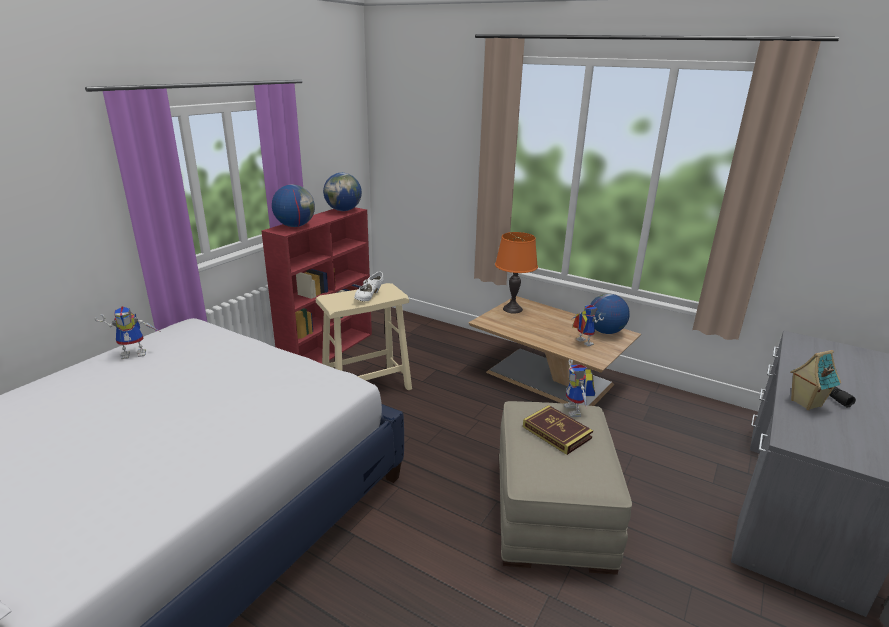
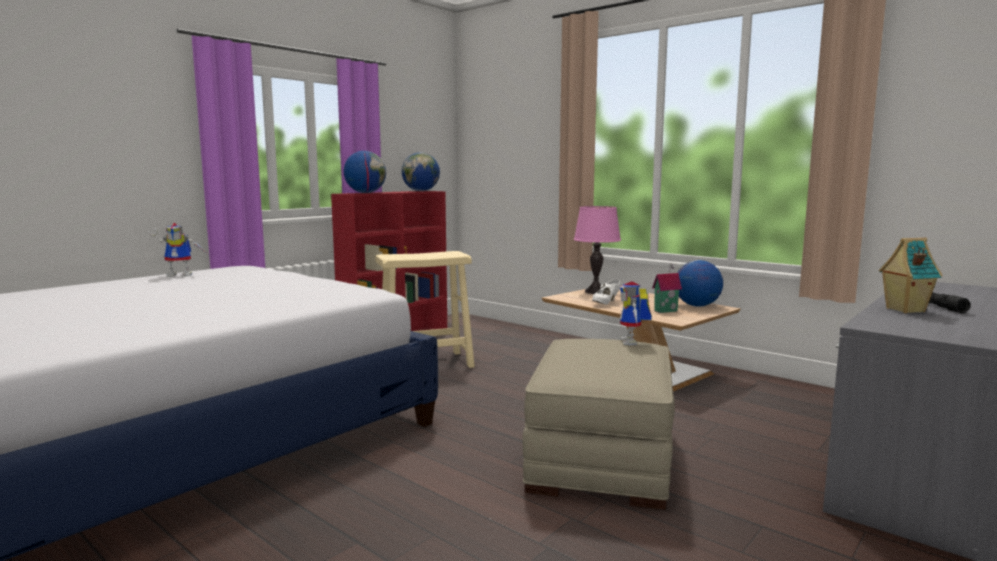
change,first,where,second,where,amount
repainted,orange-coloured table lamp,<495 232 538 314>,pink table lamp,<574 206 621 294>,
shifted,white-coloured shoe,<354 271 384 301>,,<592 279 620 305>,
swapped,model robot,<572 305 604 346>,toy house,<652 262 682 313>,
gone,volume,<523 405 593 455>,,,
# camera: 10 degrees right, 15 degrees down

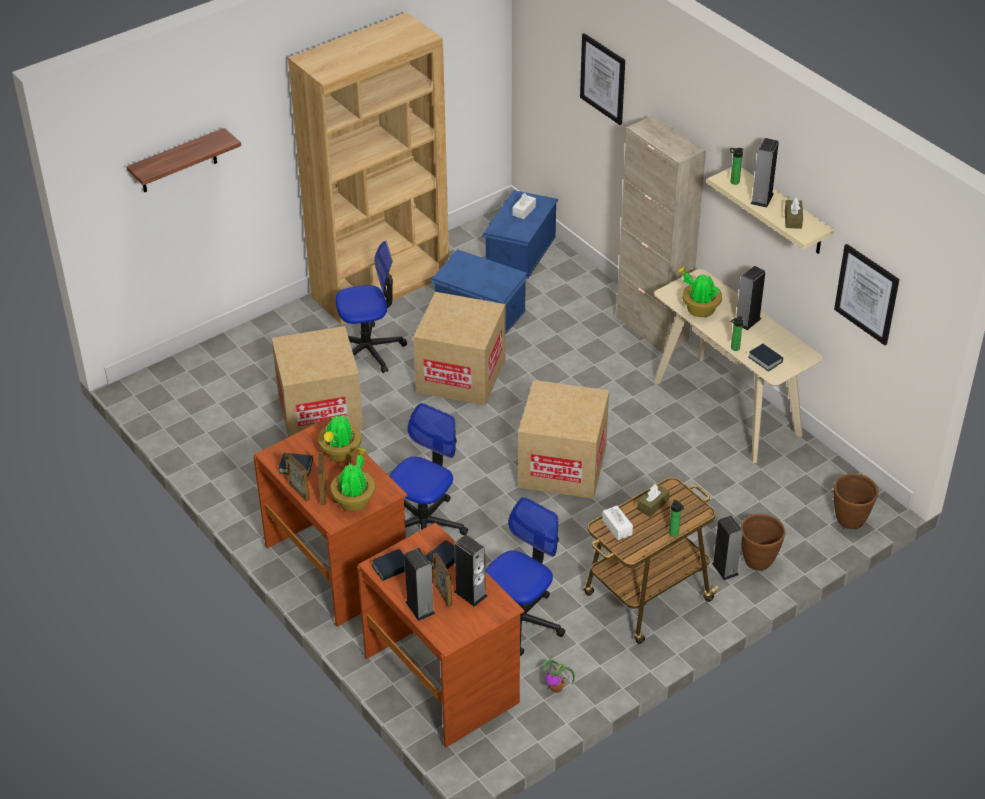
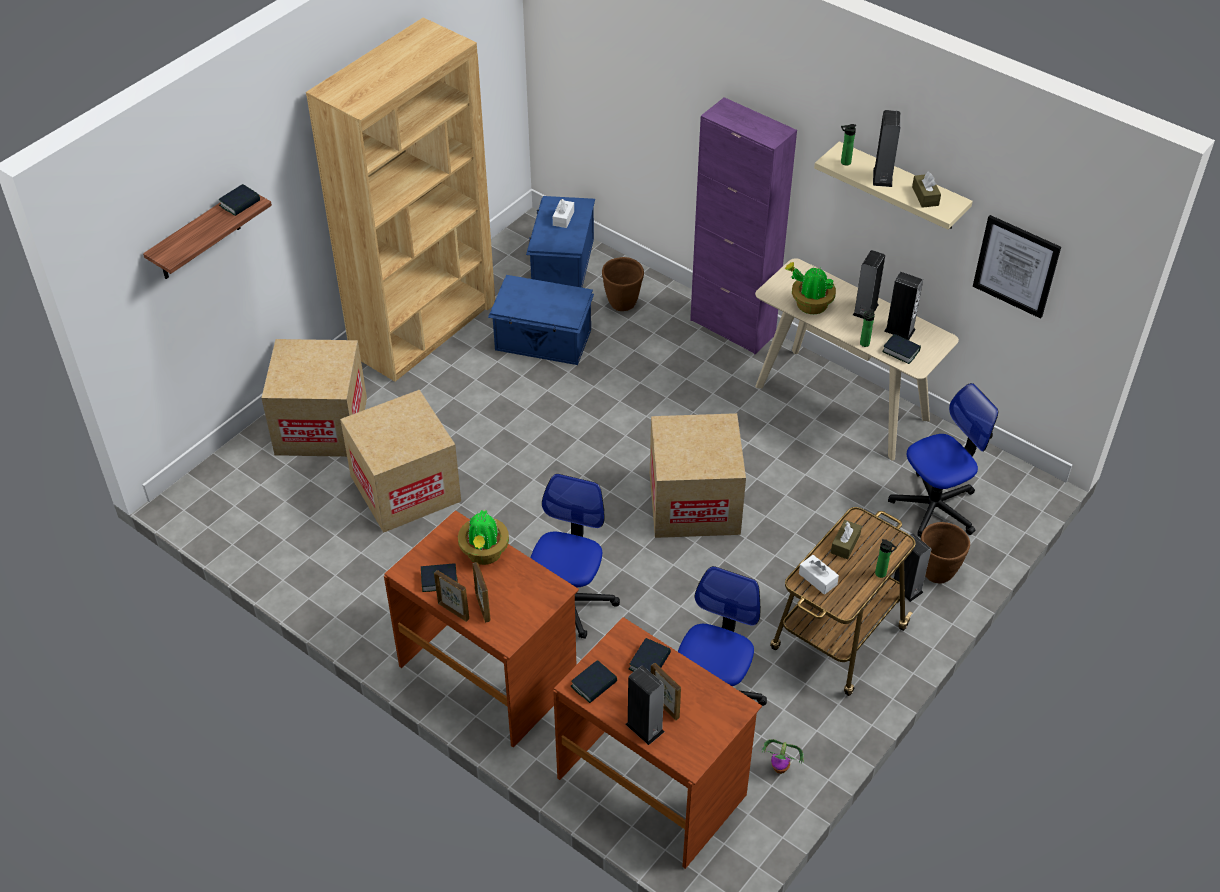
change,first,where,second,where,amount
new,,,volume,<219 184 260 216>,
shifted,cardboard box,<413 292 505 406>,,<262 339 367 457>,
shifted,brownish plant pot,<834 474 878 529>,,<602 257 644 311>,
repainted,beige-coloured cupboard,<616 115 706 353>,purple-coloured cupboard,<690 97 797 354>,
shifted,audio speaker,<454 535 488 607>,,<884 272 923 340>,
shifted,computer chair,<336 241 407 373>,,<888 383 998 538>,
gone,plant in a pot,<330 448 375 512>,,,
gone,wall art,<580 33 625 125>,,,
# camera: 15 degrees left, 5 degrees up

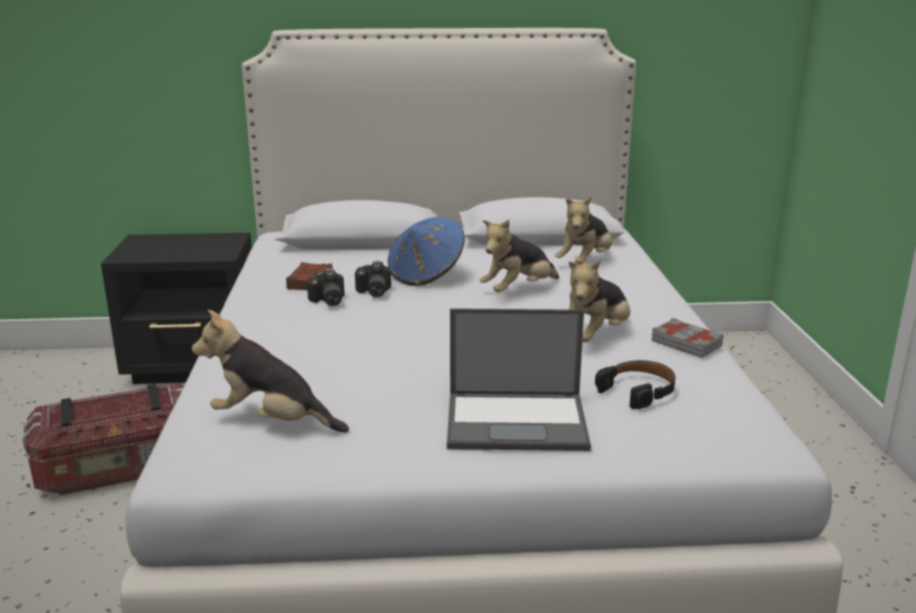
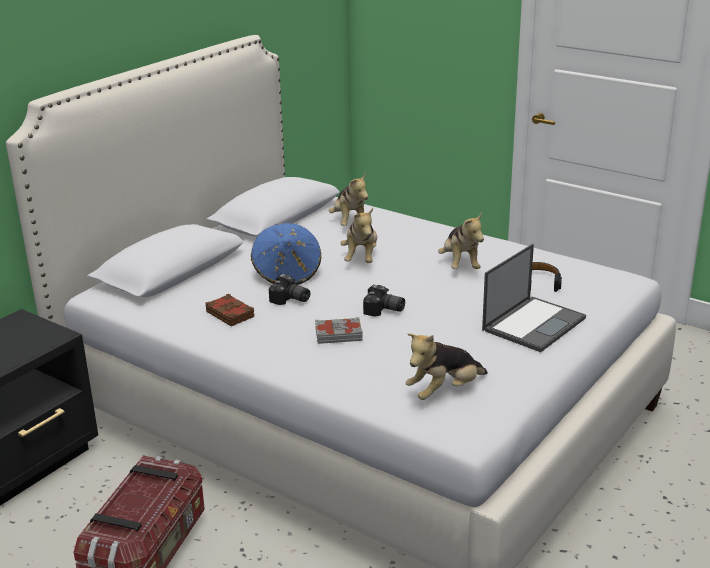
change,first,where,second,where,amount
shifted,gray volume,<652 318 724 358>,,<315 317 363 344>,
shifted,still camera,<307 269 345 306>,,<363 285 405 316>,
# camera: 50 degrees left, 5 degrees up

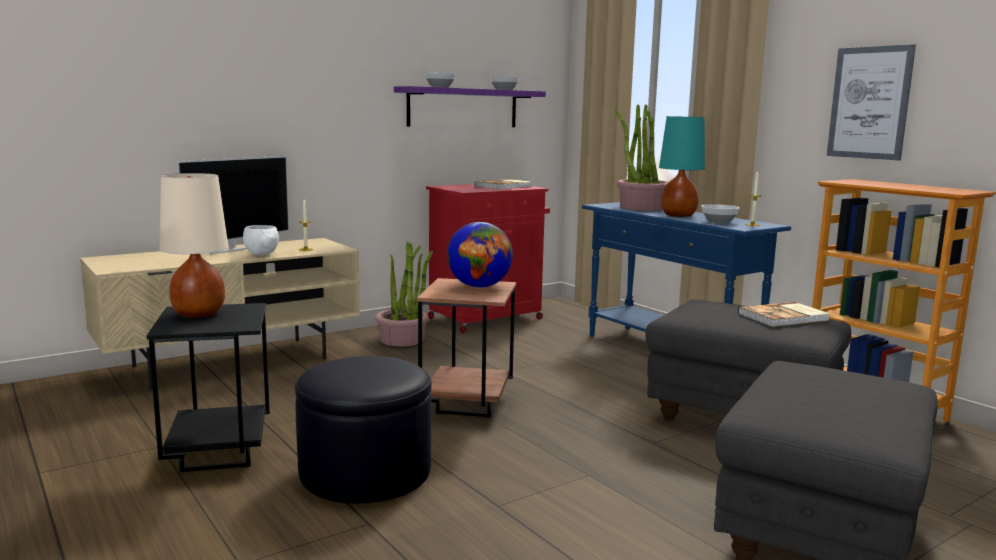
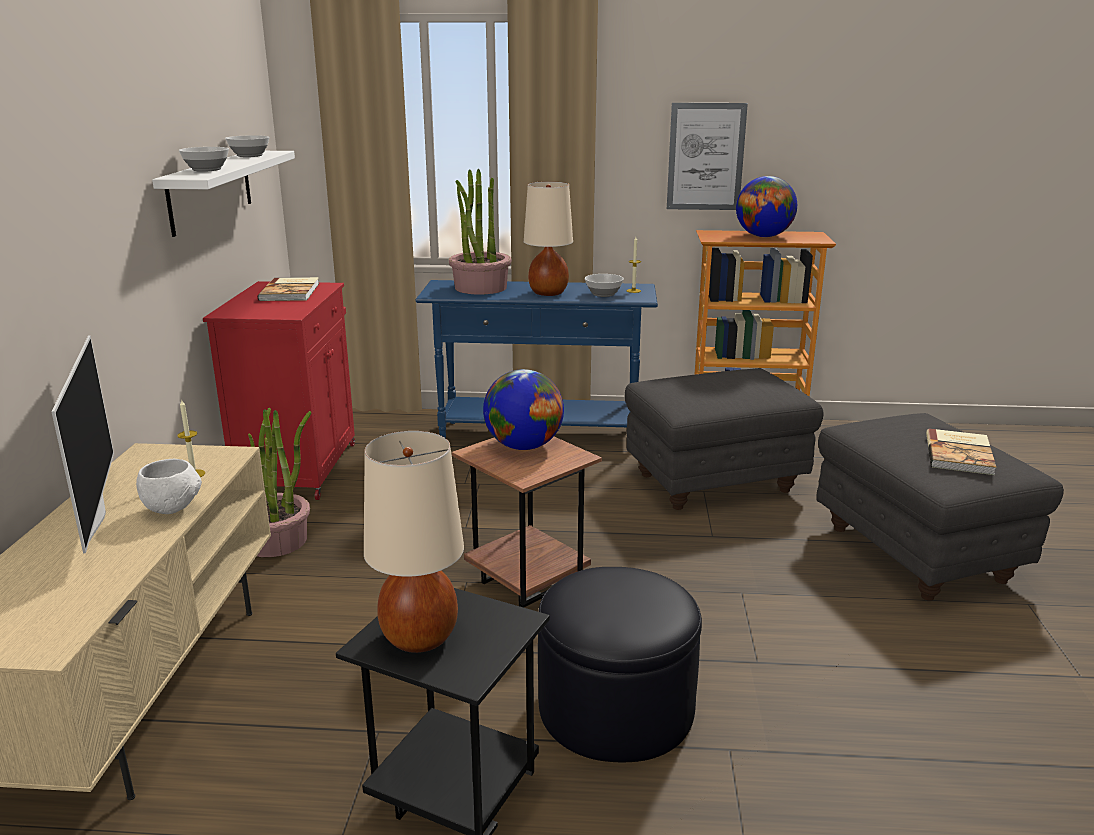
change,first,where,second,where,amount
repainted,purple-coloured wall shelf,<394 86 546 127>,white-coloured wall shelf,<152 151 295 237>,
repainted,turquoise table lamp,<659 116 705 217>,beige-coloured table lamp,<524 181 573 296>,
new,,,world globe,<736 176 797 237>,
shifted,volume,<738 302 830 327>,,<926 429 996 475>,
# camera: 50 degrees left, 10 degrees up

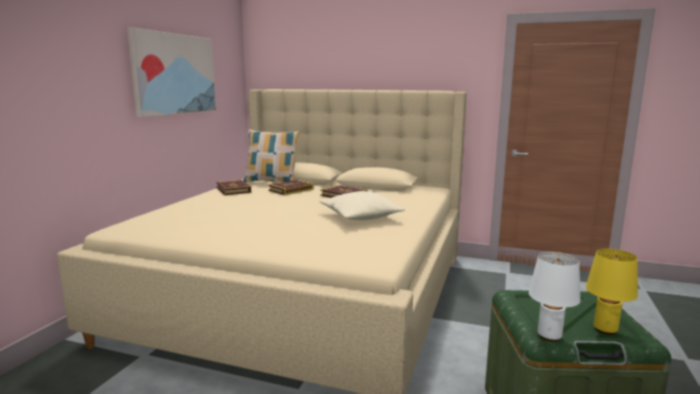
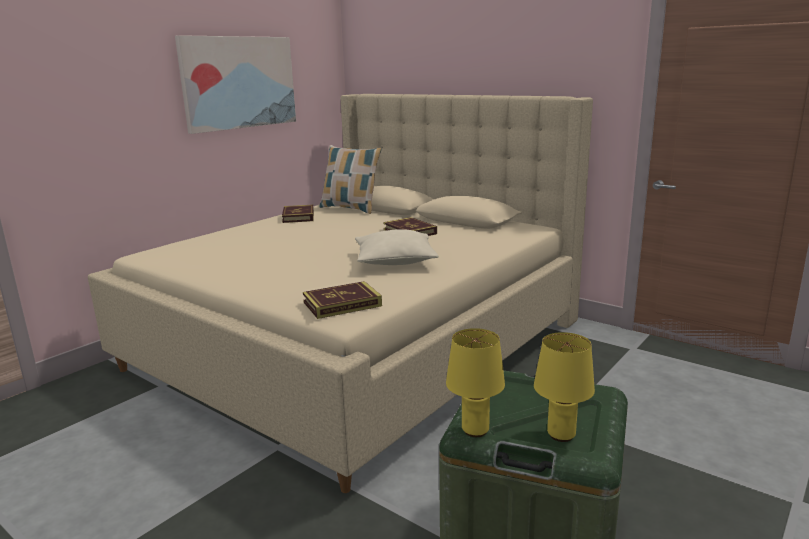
change,first,where,second,where,amount
shifted,volume,<269 180 314 195>,,<303 281 382 319>,
repainted,white-coloured table lamp,<529 252 580 342>,yellow table lamp,<446 328 505 437>,
# camera: 20 degrees right, 5 degrees up

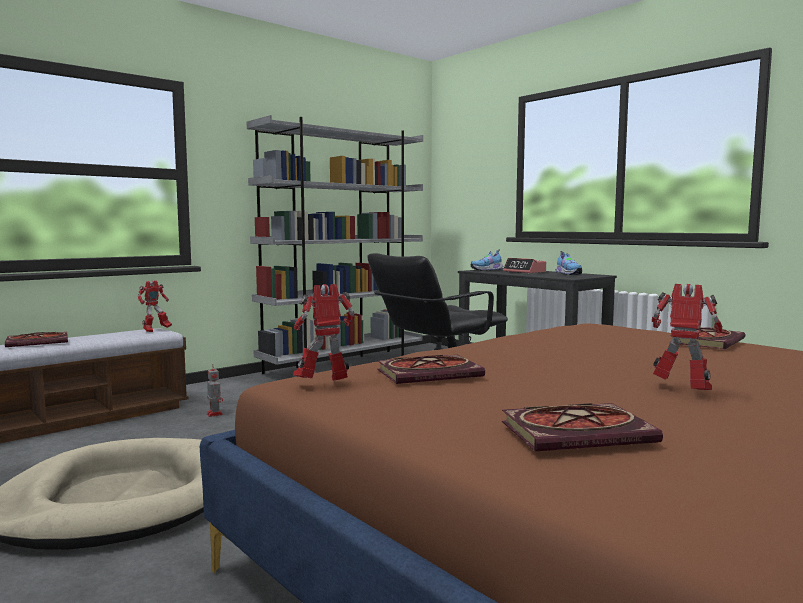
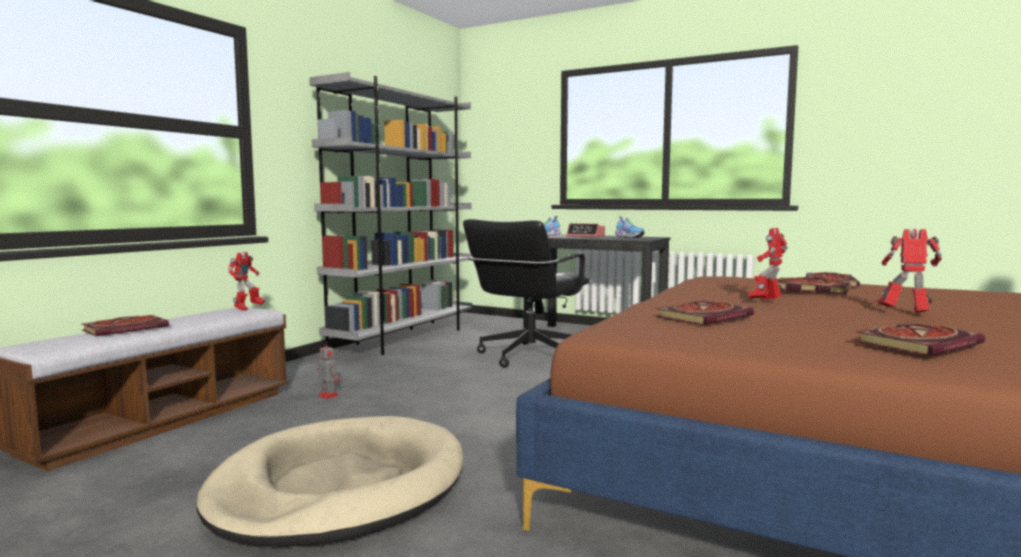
change,first,where,second,where,amount
shifted,model robot,<293 284 355 381>,,<748 228 788 300>,
new,,,volume,<777 277 850 294>,
# camera: 20 degrees left, 0 degrees up

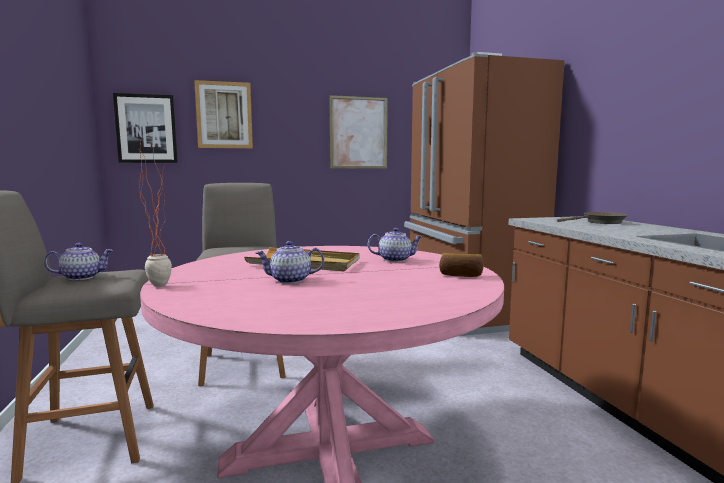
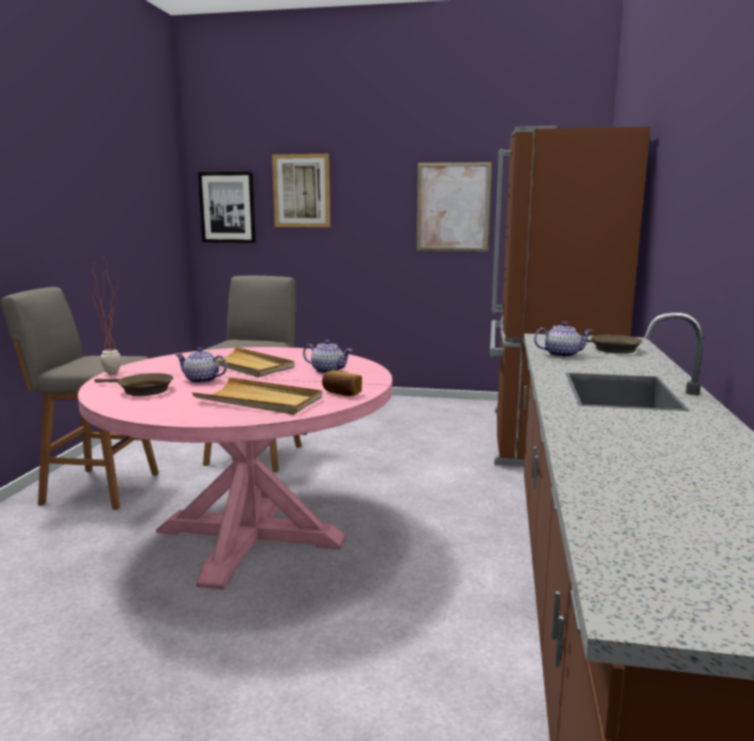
change,first,where,second,where,amount
new,,,brownish skillet,<94 373 174 396>,
new,,,beige-coloured tray,<192 377 322 415>,
shifted,teapot,<44 243 113 280>,,<534 322 593 358>,
# camera: 25 degrees right, 5 degrees up

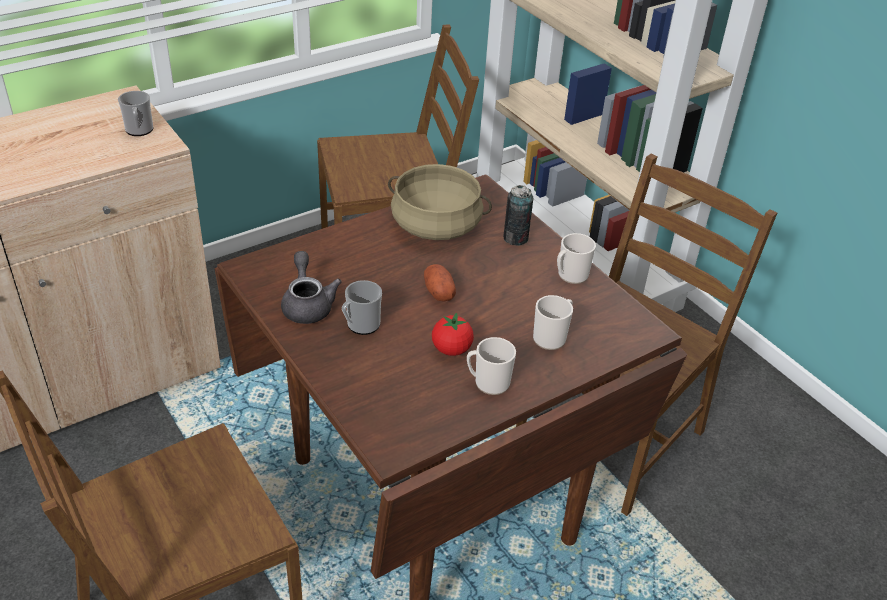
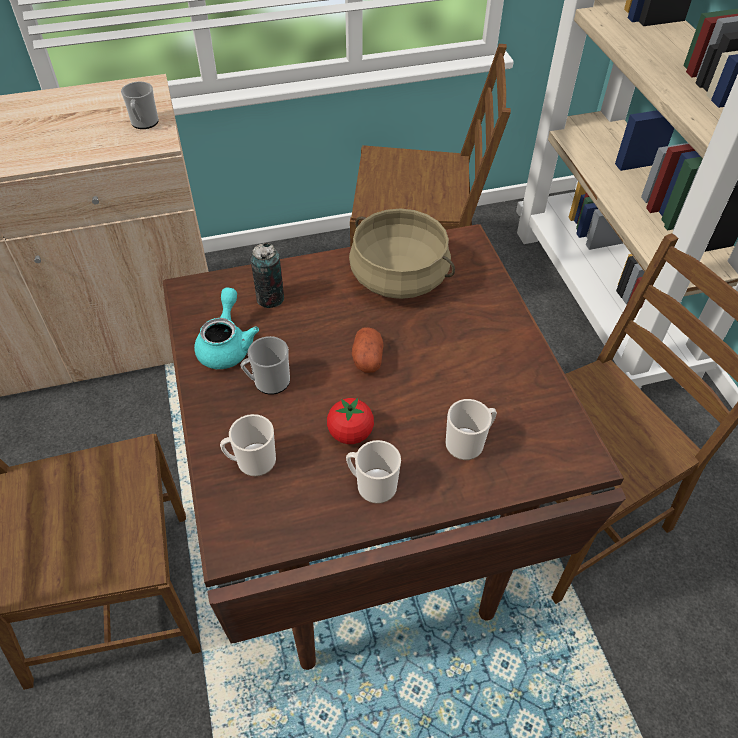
change,first,where,second,where,amount
repainted,gray teapot,<281 251 342 324>,turquoise teapot,<194 288 259 369>,
shifted,mug,<557 233 596 284>,,<220 414 276 477>,
shifted,can,<503 185 533 246>,,<250 243 284 308>,
# camera: 20 degrees right, 10 degrees up

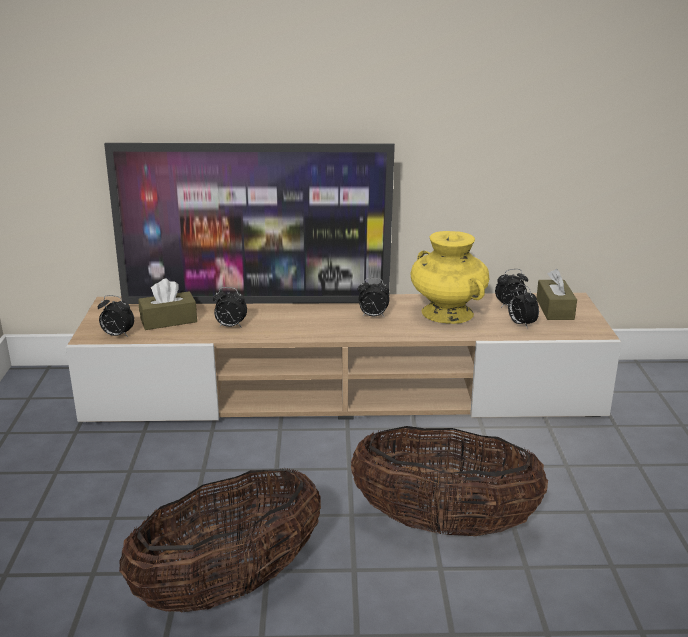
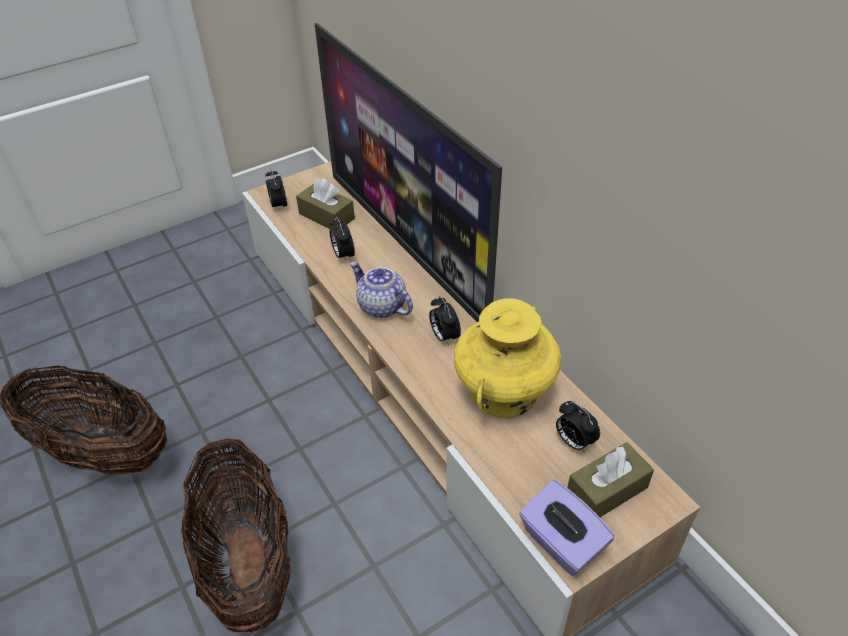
change,first,where,second,where,amount
new,,,teapot,<350 262 413 318>,
new,,,purple-coloured tissue holder,<519 480 614 576>,
gone,bedside clock,<508 284 539 329>,,,
# camera: 60 degrees right, 20 degrees up

